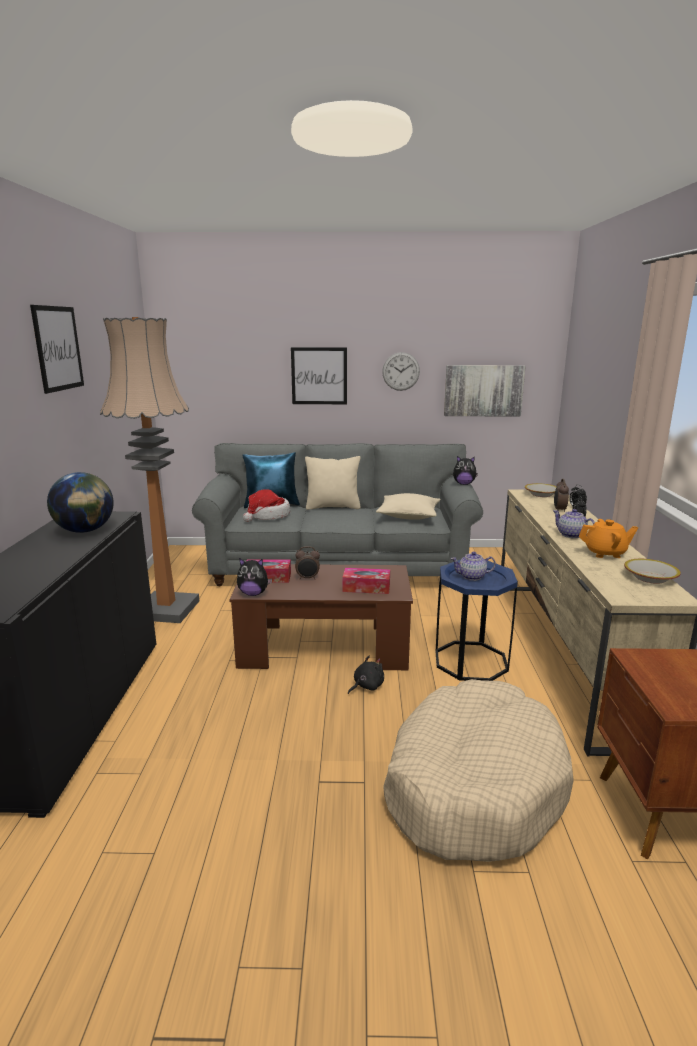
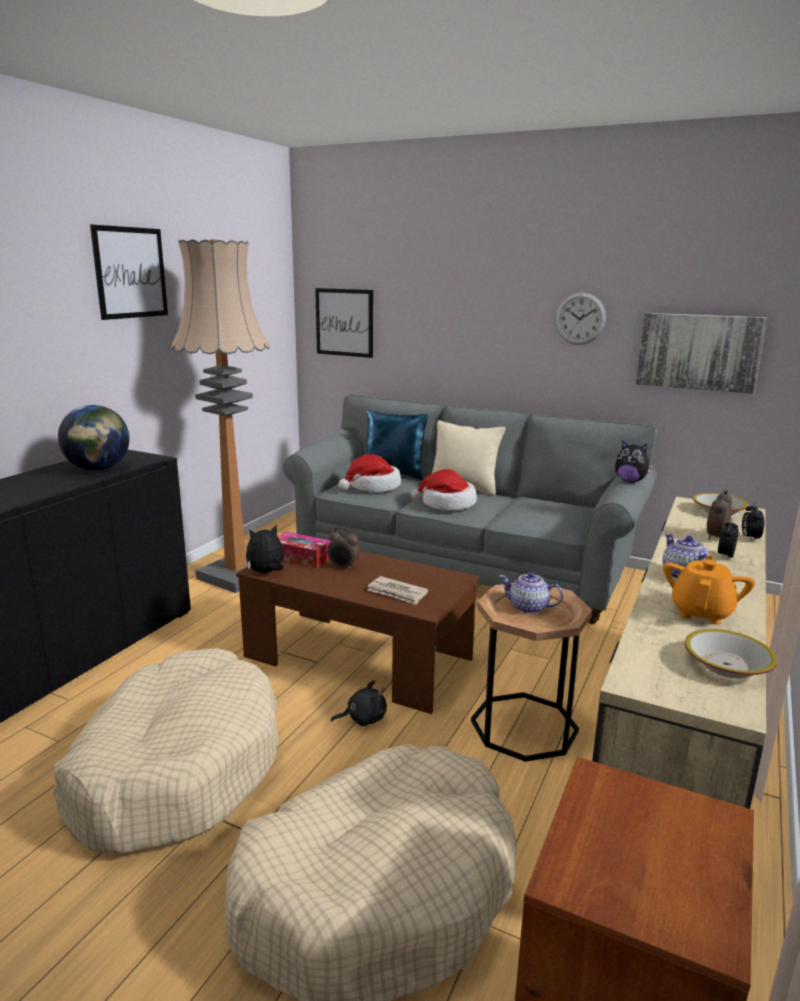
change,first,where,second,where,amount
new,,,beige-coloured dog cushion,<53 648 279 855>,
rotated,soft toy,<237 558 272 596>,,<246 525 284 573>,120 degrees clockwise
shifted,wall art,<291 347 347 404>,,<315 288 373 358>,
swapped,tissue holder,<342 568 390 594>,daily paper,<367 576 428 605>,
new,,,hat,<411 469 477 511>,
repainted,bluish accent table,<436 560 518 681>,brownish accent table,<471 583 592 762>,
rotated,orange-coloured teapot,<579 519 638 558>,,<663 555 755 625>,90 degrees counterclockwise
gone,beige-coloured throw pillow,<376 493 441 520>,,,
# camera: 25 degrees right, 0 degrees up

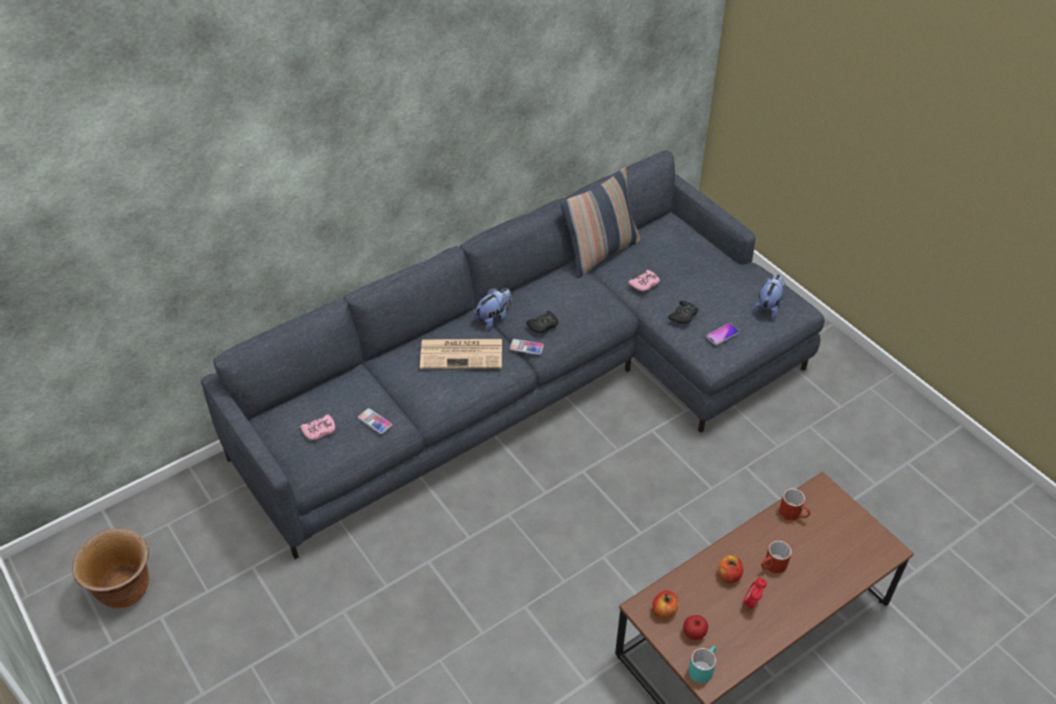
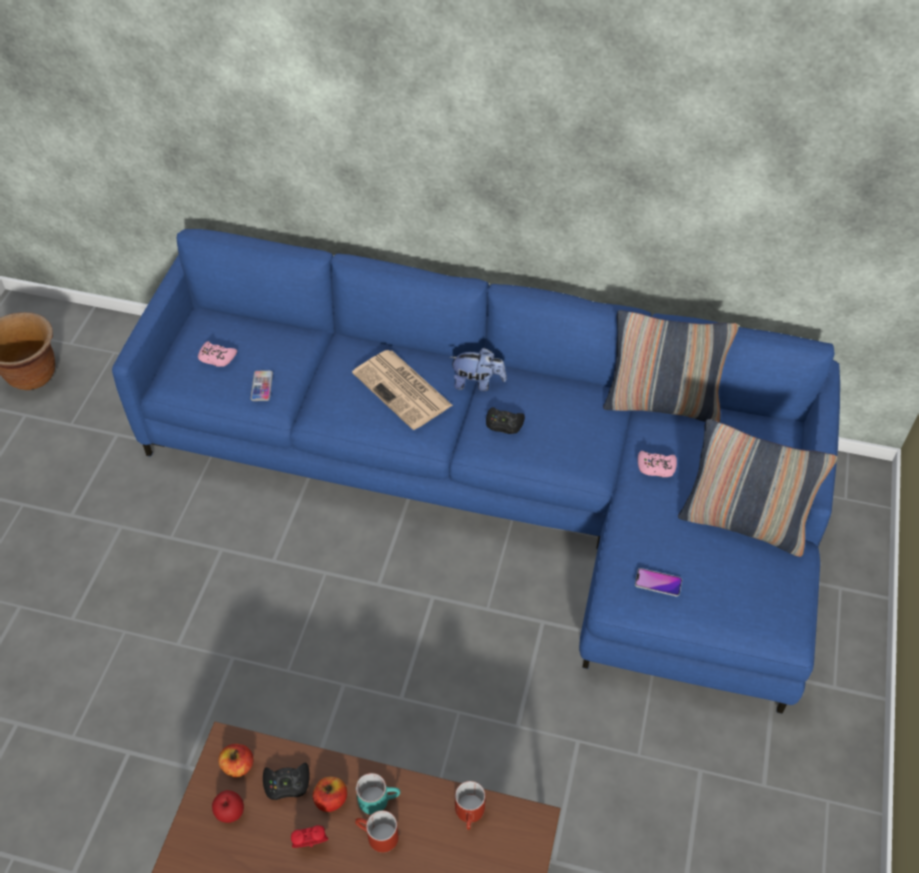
change,first,where,second,where,amount
repainted,gray settee,<201 150 825 559>,bluish settee,<112 229 840 714>,
shifted,black-coloured game controller,<668 301 698 324>,,<263 763 310 800>,
shifted,turquoise mug,<689 646 716 683>,,<356 773 400 815>,
new,,,throw pillow,<678 419 837 557>,
gone,phone,<510 339 544 355>,,,
gone,soft toy,<753 274 785 319>,,,
# camera: 50 degrees right, 5 degrees up

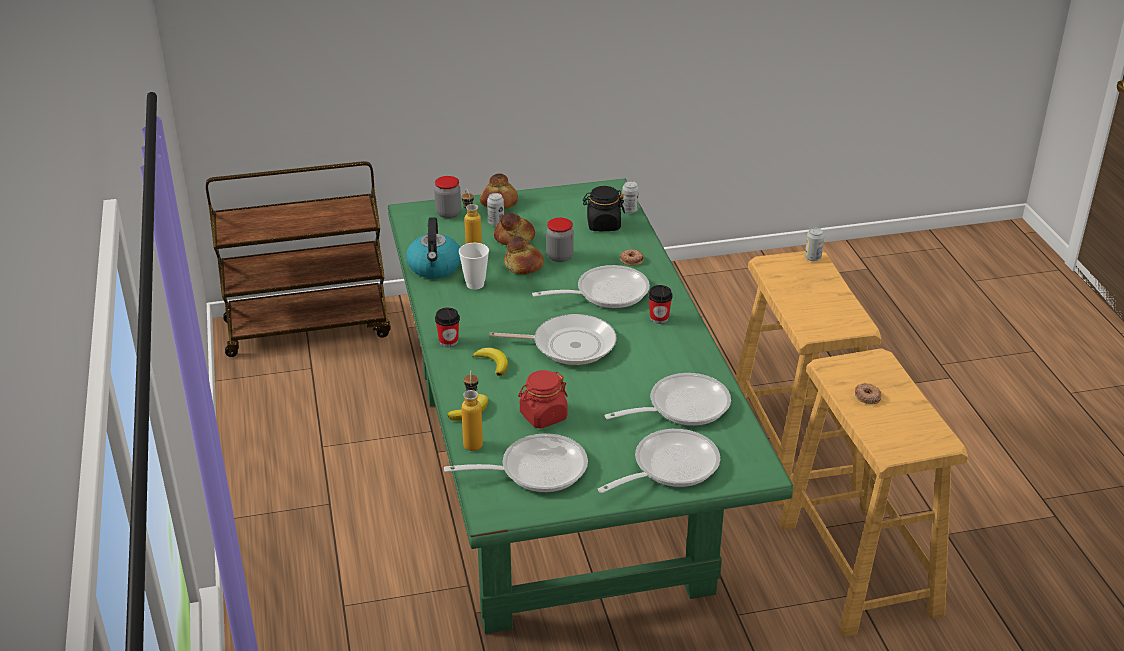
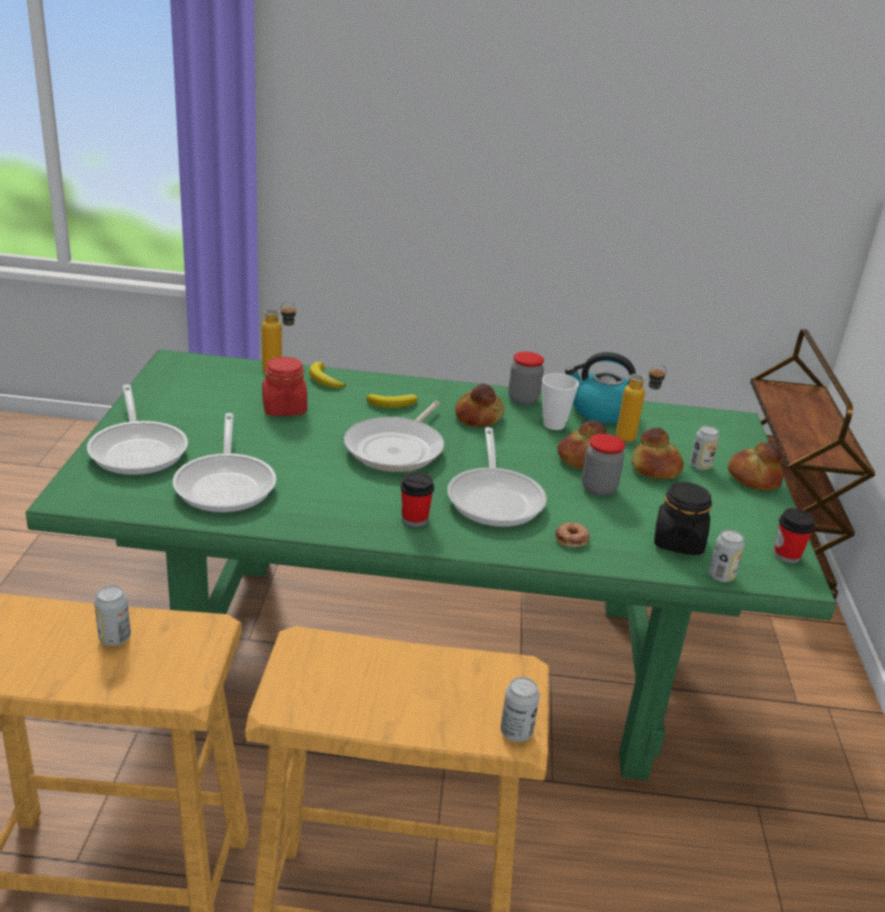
change,first,where,second,where,amount
swapped,ring doughnut,<855 383 881 404>,can,<94 585 131 646>,
new,,,bakery bread,<455 383 505 427>,
shifted,storage jar,<434 176 461 218>,,<508 352 544 405>,
shifted,drinking cup,<435 307 460 347>,,<774 508 815 563>,
gone,skillet,<444 433 588 493>,,,
# camera: 105 degrees right, 5 degrees down

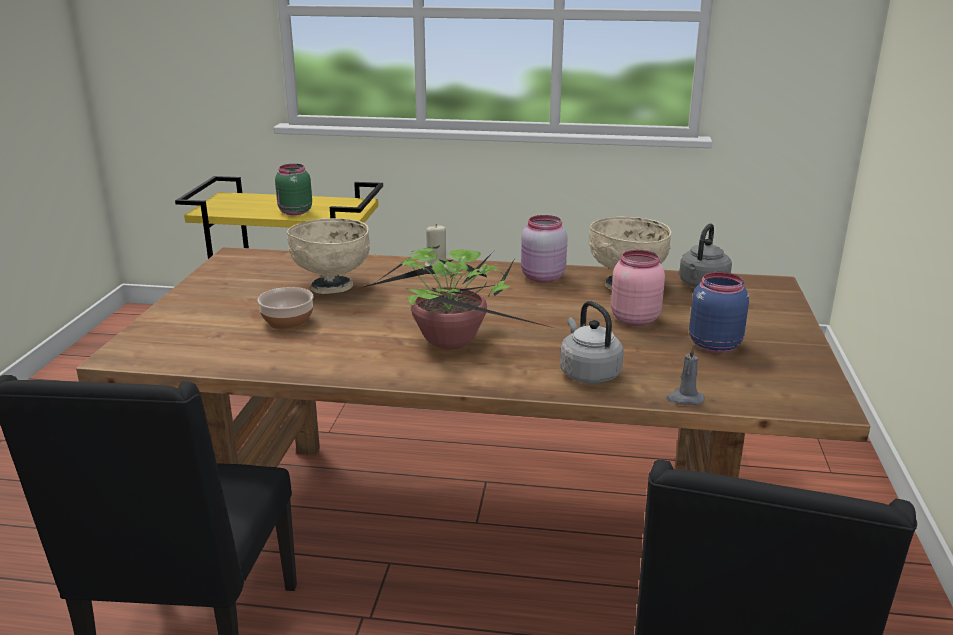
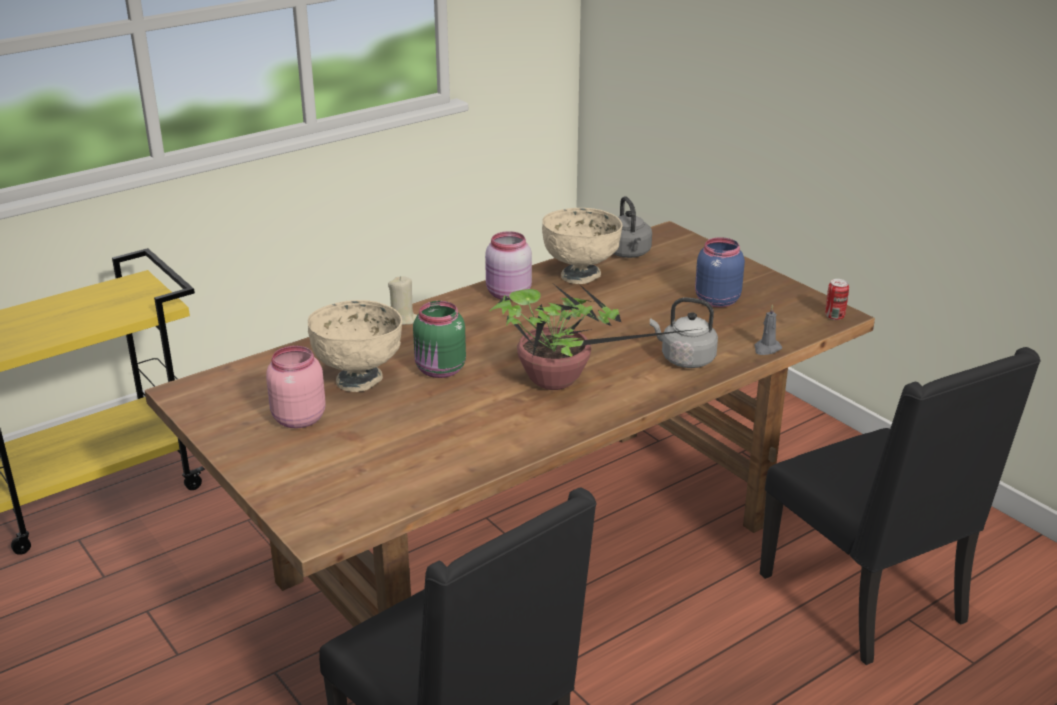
change,first,where,second,where,amount
shifted,pink storage jar,<611 250 665 326>,,<266 346 326 428>,
shifted,green-coloured storage jar,<275 164 312 215>,,<413 301 466 378>,
new,,,can,<825 279 849 320>,
gone,deep dish,<258 287 314 330>,,,
# camera: 45 degrees left, 5 degrees up

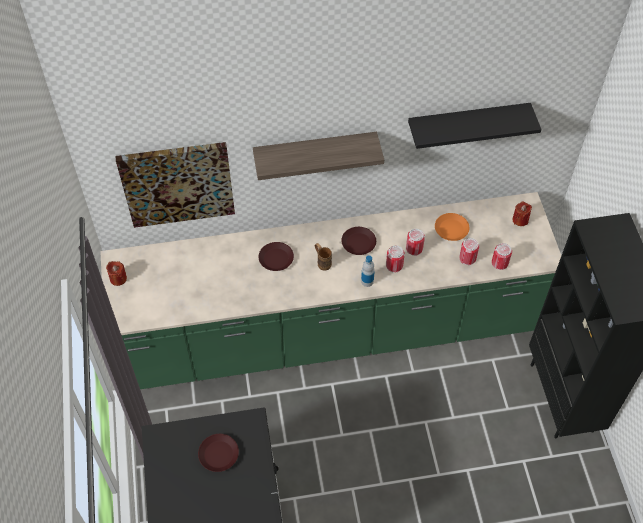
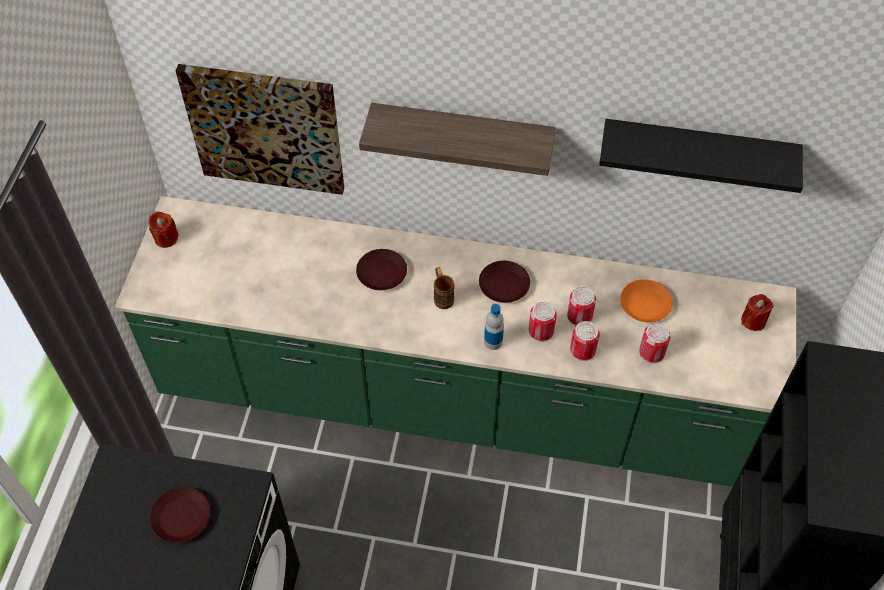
change,first,where,second,where,amount
shifted,can,<492 243 512 270>,,<570 321 600 361>,
# camera: 20 degrees right, 0 degrees up

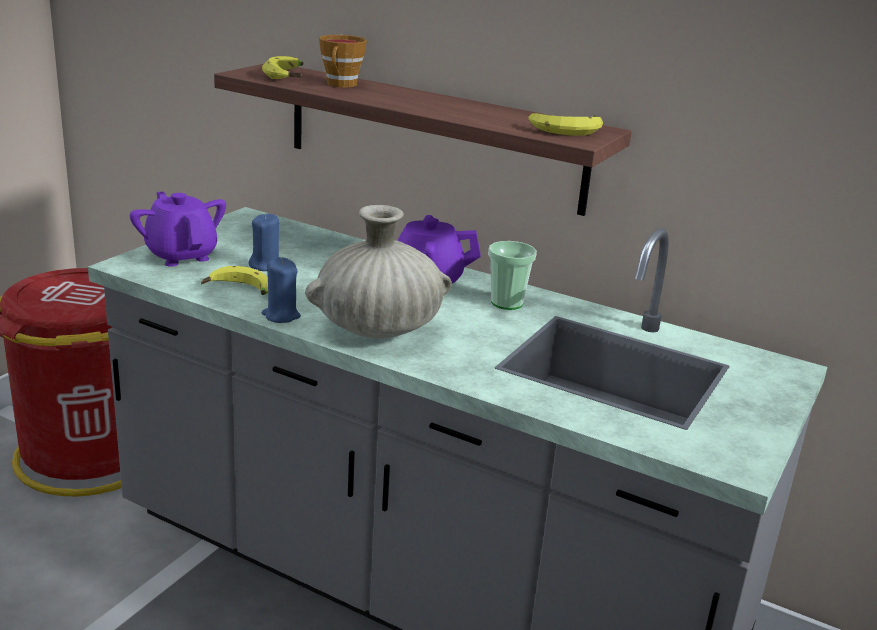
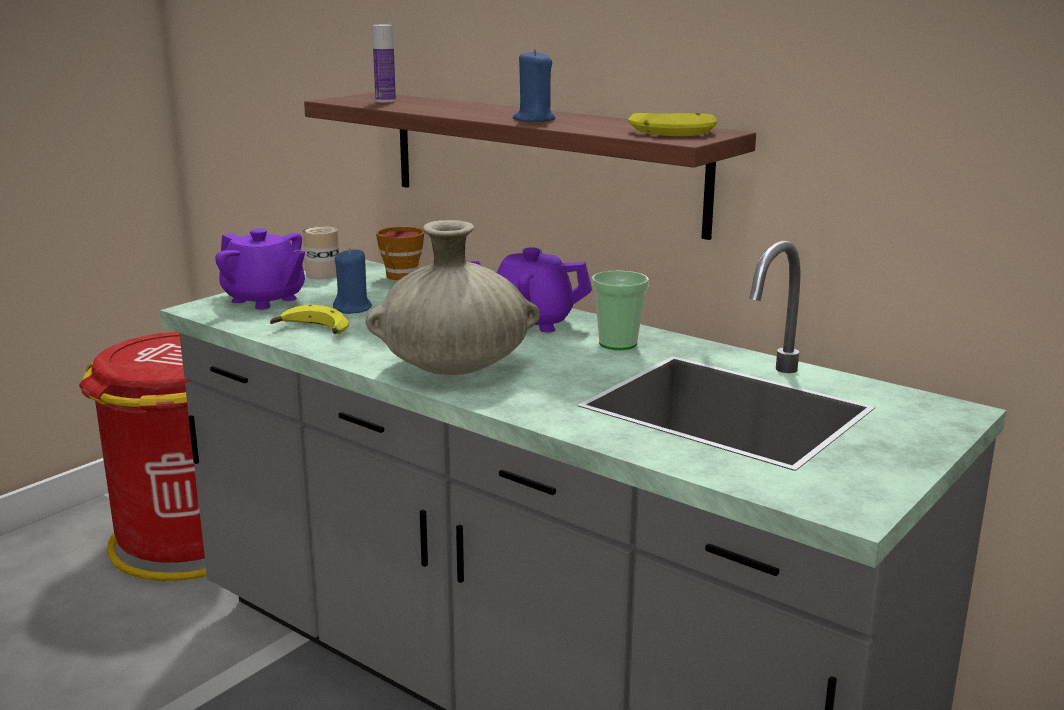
change,first,where,second,where,amount
rotated,purple-coloured teapot,<130 191 226 267>,,<215 229 305 310>,150 degrees clockwise
new,,,can,<303 226 339 279>,
swapped,banana,<262 56 303 79>,beverage bottle,<373 25 396 102>,
shifted,drinking cup,<319 35 367 87>,,<376 226 424 280>,
shifted,bluish wax light,<262 257 301 323>,,<513 49 555 122>,
# camera: 10 degrees right, 5 degrees down

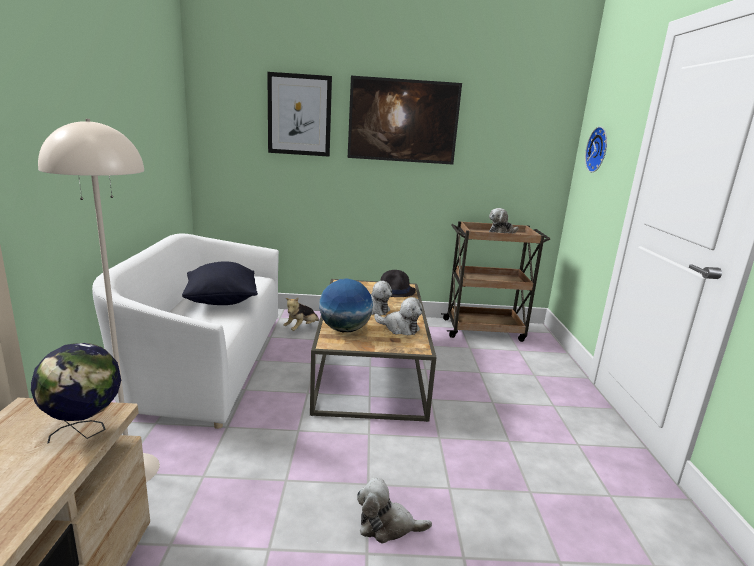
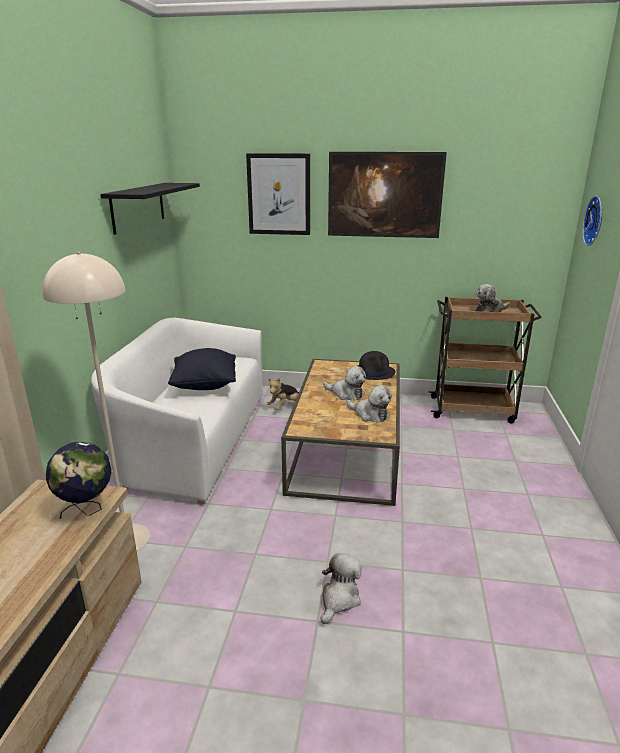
change,first,where,second,where,amount
new,,,black-coloured wall shelf,<100 183 200 235>,
rotated,soft toy,<357 477 432 544>,,<321 553 362 624>,105 degrees clockwise
gone,world globe,<319 278 373 332>,,,
# camera: 10 degrees right, 5 degrees up

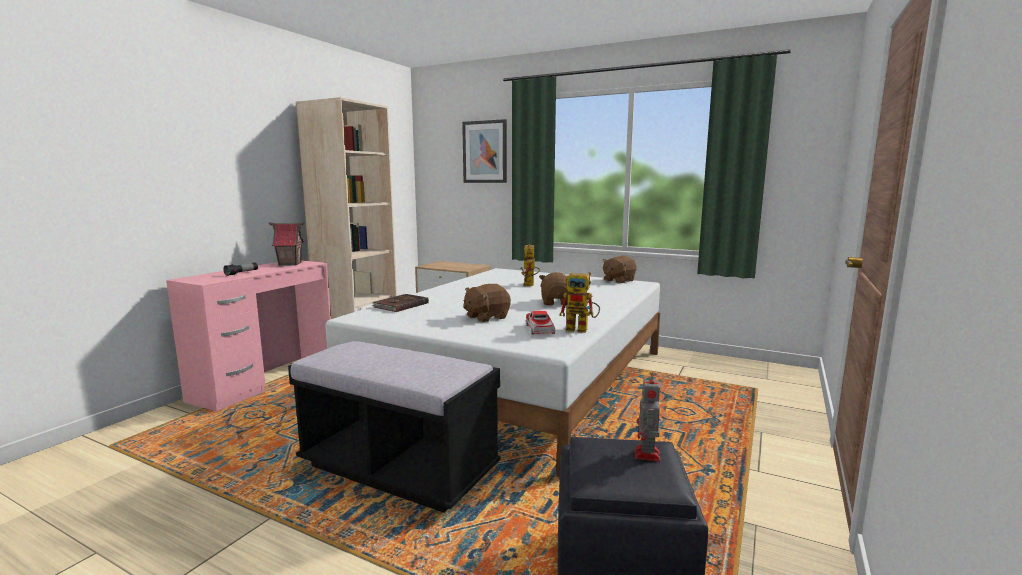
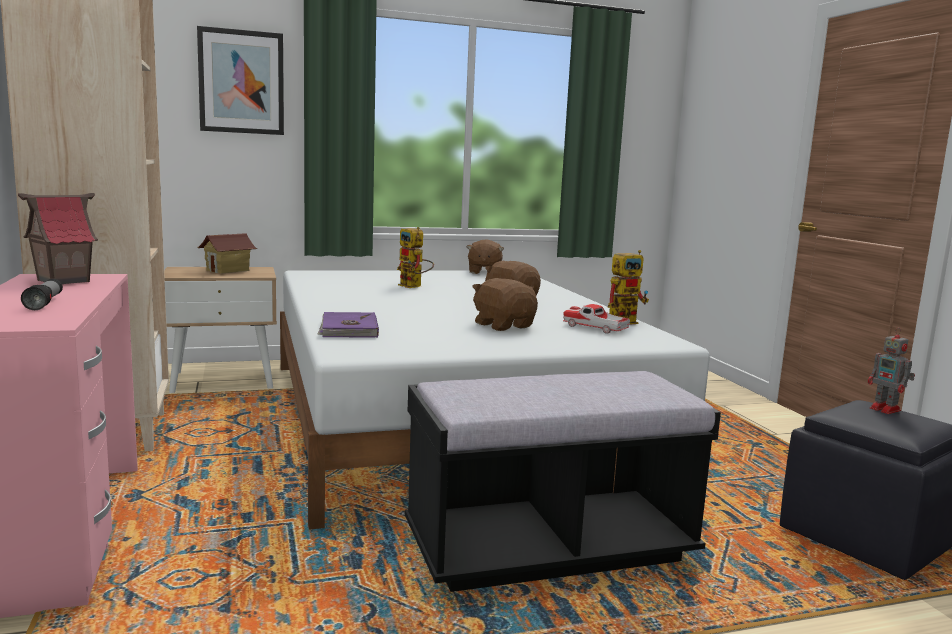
change,first,where,second,where,amount
new,,,toy house,<197 233 258 274>,
repainted,brownish volume,<371 294 429 312>,purple-coloured volume,<317 312 379 338>,
rotated,brownish soft toy,<463 284 511 322>,,<472 278 538 331>,135 degrees clockwise
# camera: 45 degrees left, 0 degrees up

